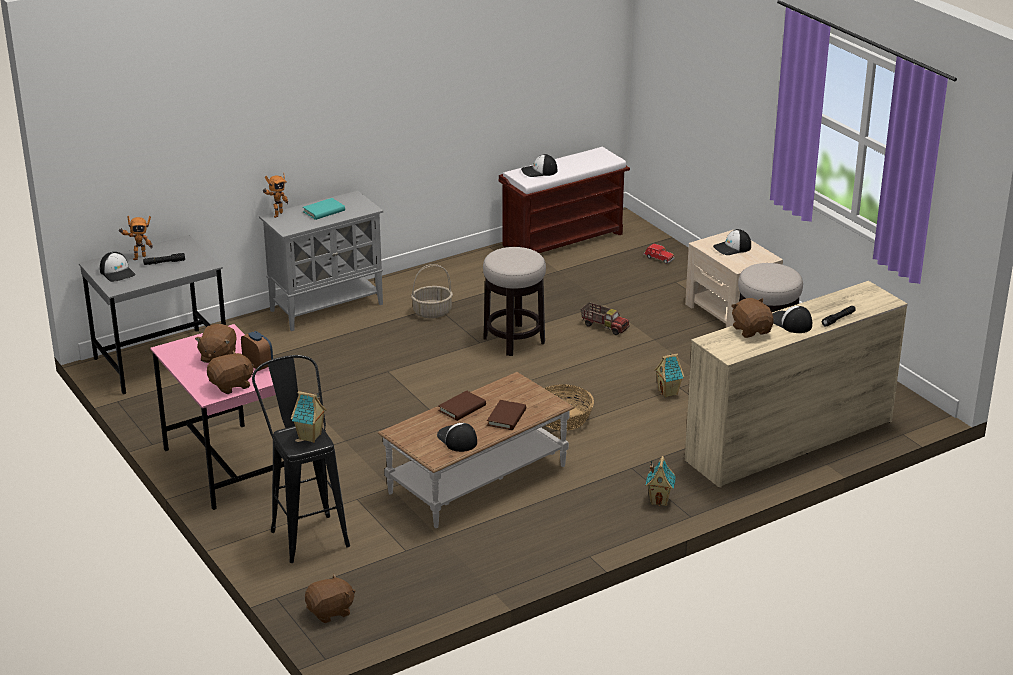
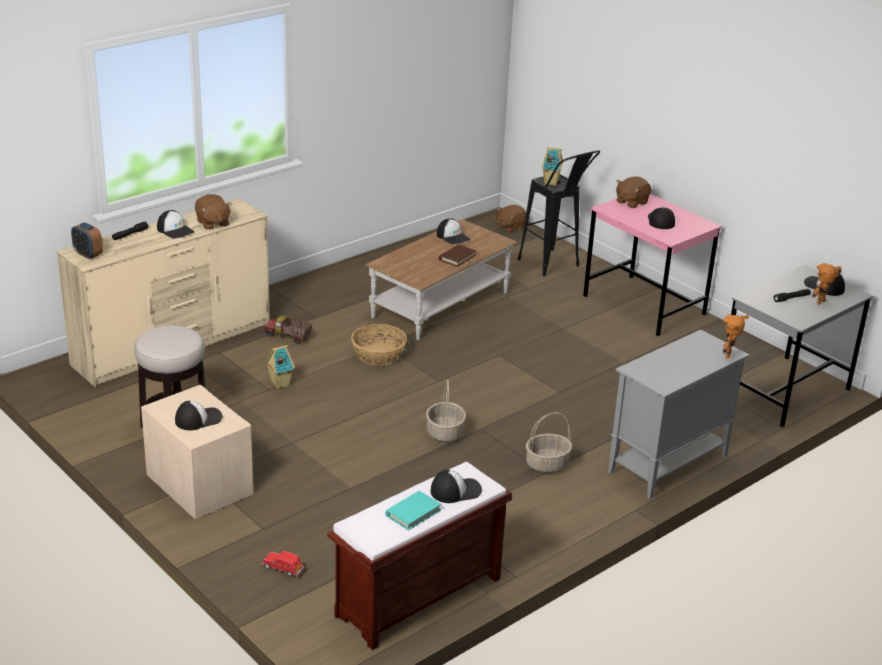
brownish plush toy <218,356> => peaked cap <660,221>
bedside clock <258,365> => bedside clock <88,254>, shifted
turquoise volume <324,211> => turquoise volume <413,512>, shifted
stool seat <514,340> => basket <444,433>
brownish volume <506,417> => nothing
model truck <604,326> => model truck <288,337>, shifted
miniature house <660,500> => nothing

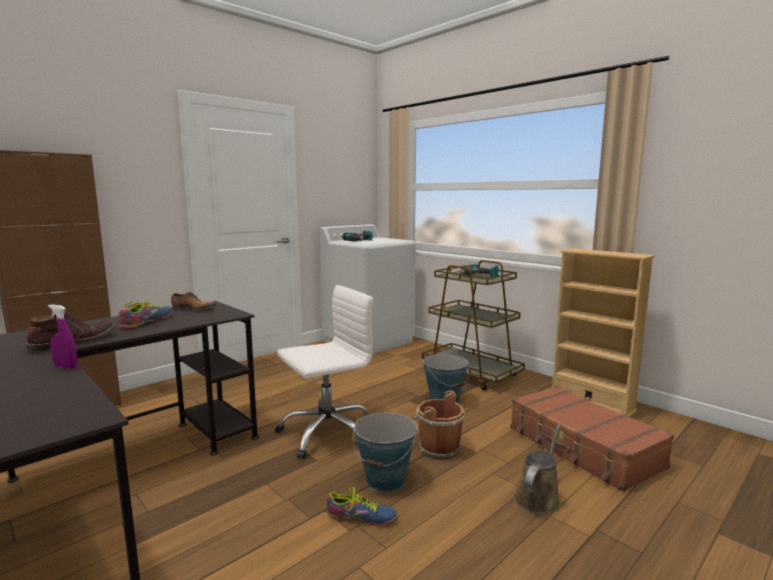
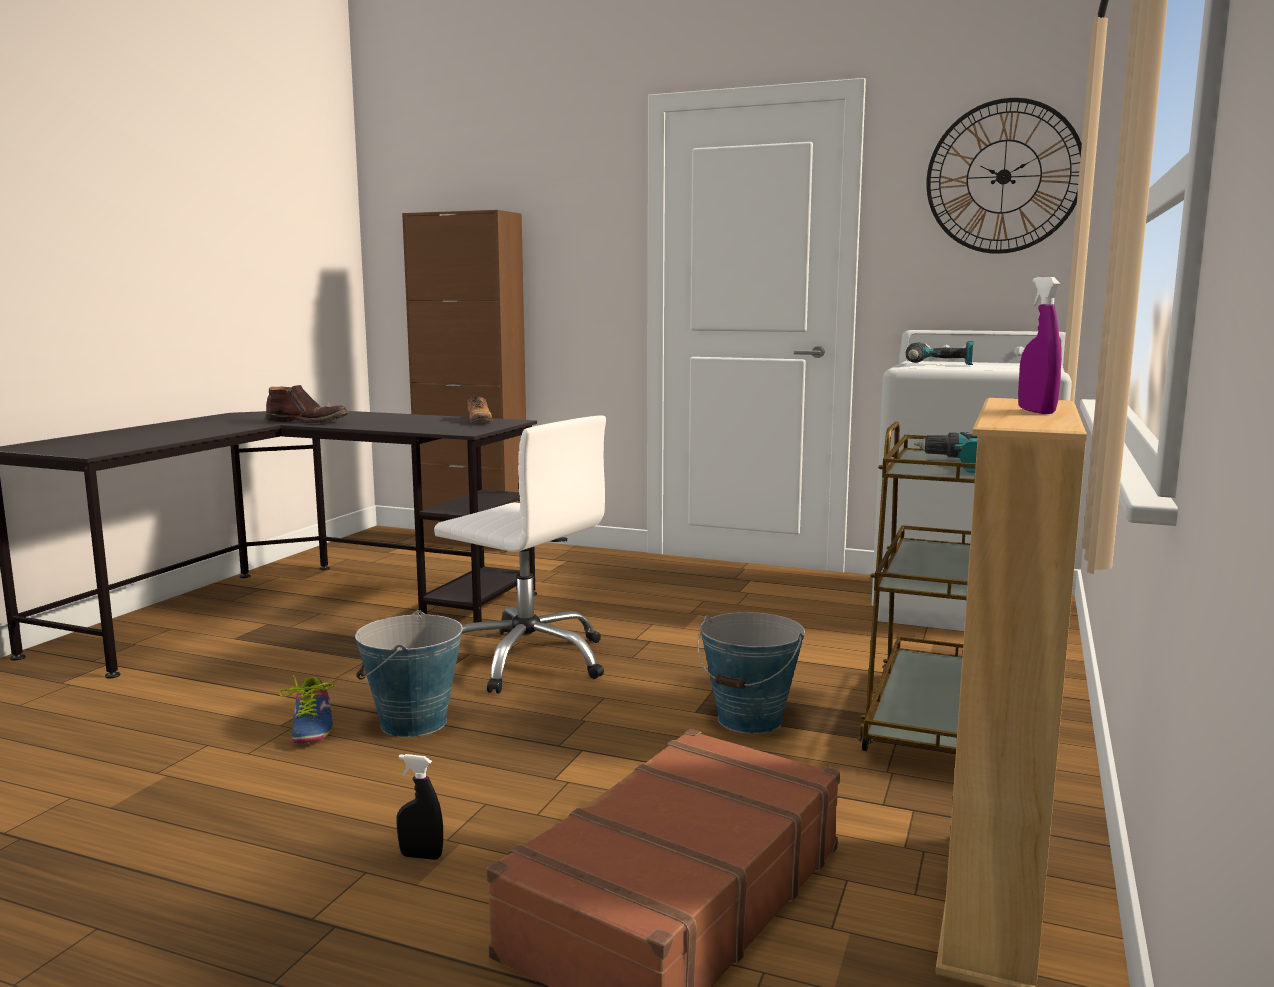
purplish spray bottle <65,367> => purplish spray bottle <1036,411>, shifted
low shoe <147,321> => nothing
brownish bucket <437,448> => nothing
brownish sprinkling can <538,497> => black-coloured spray bottle <421,856>
nothing => wall clock <1003,177>

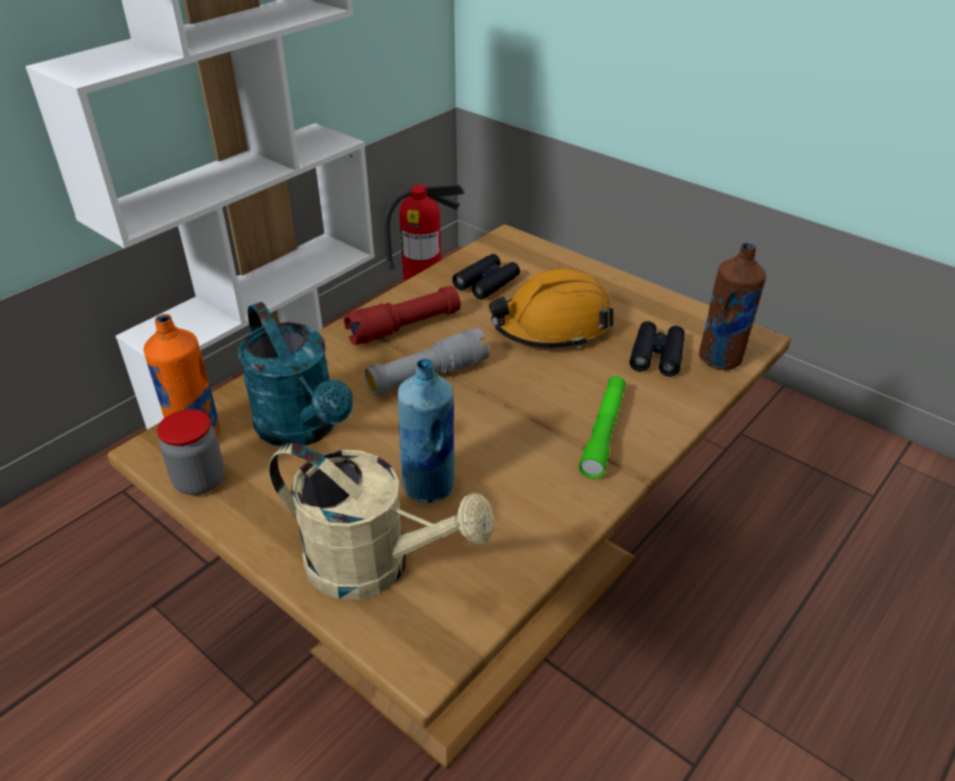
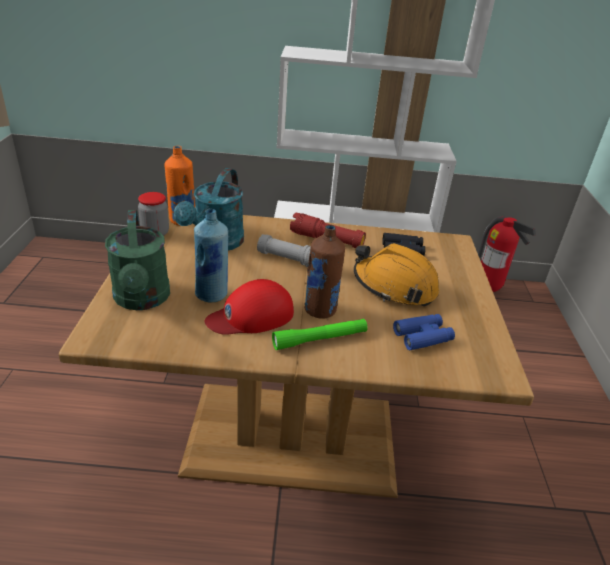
beige sprinkling can <375,565> => greenish sprinkling can <142,300>
black-coloured binoculars <657,355> => bluish binoculars <422,337>
brownish beverage bottle <721,359> => brownish beverage bottle <320,310>, shifted
nothing => reddish peaked cap <251,316>

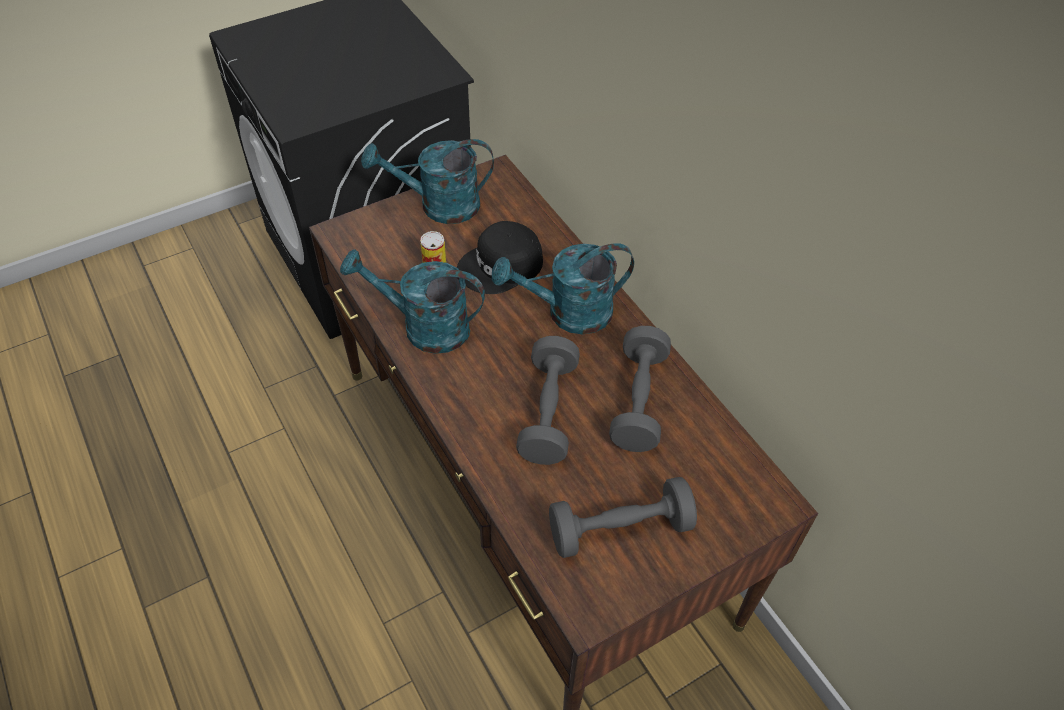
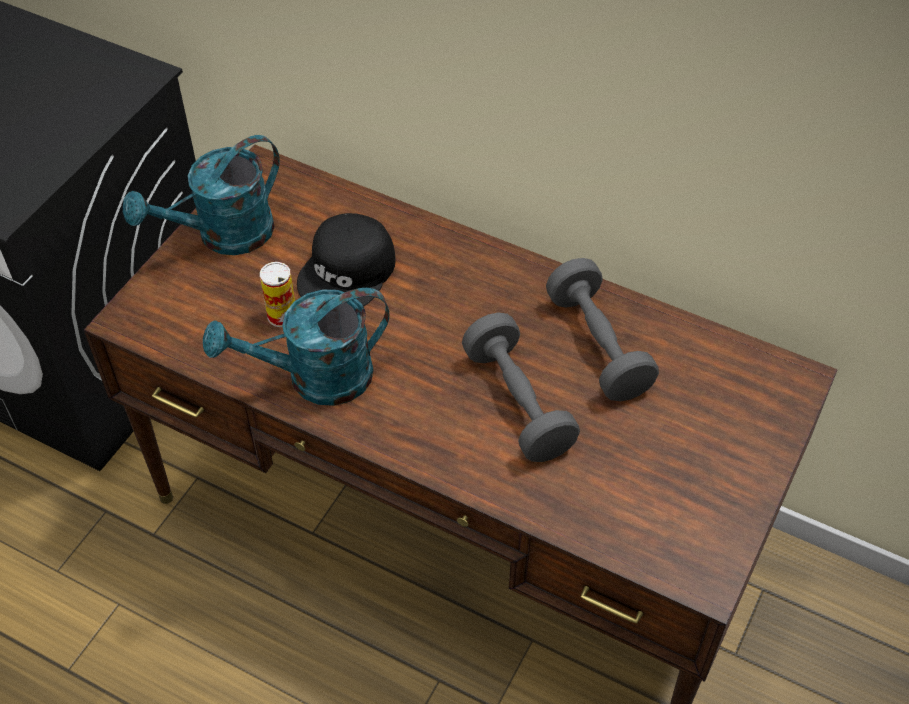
turquoise sprinkling can <568,313> => nothing
grey dumbbell <619,529> => nothing

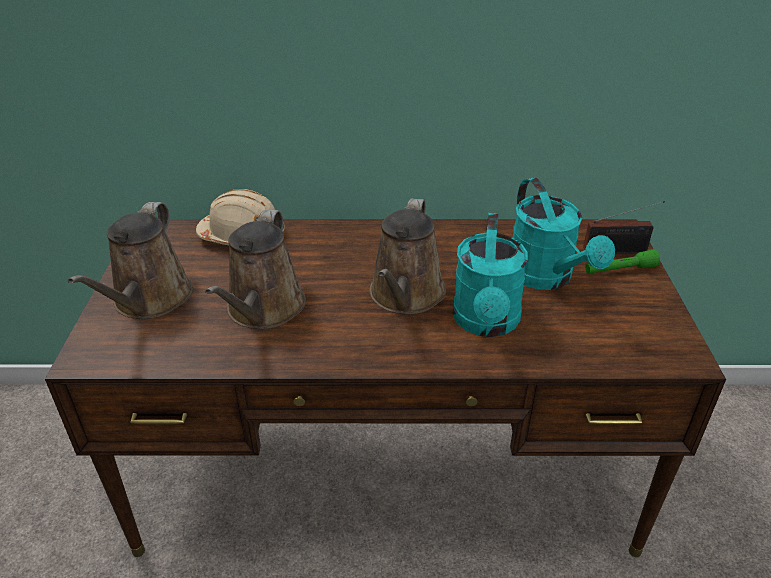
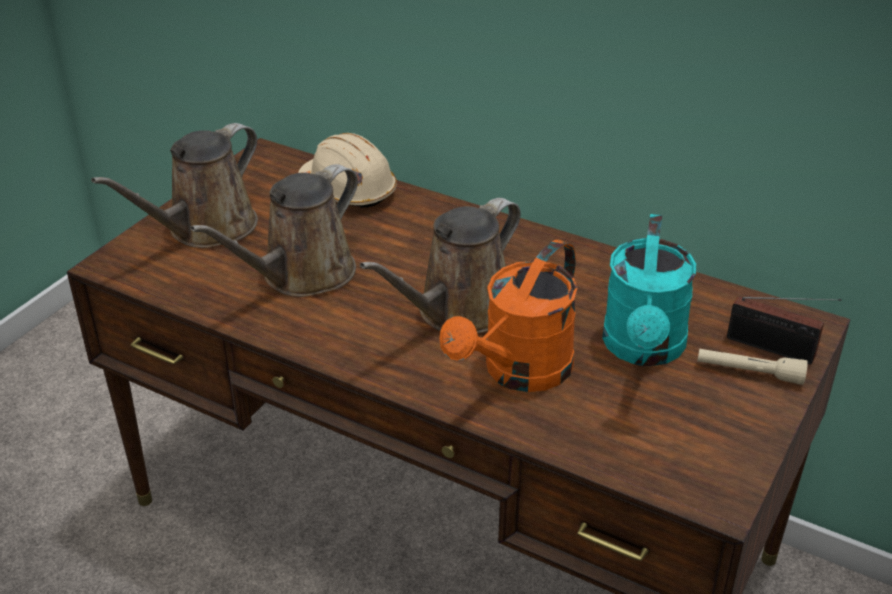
turquoise sprinkling can <486,323> => orangey sprinkling can <519,373>
greenish torch <619,270> => beige torch <749,373>

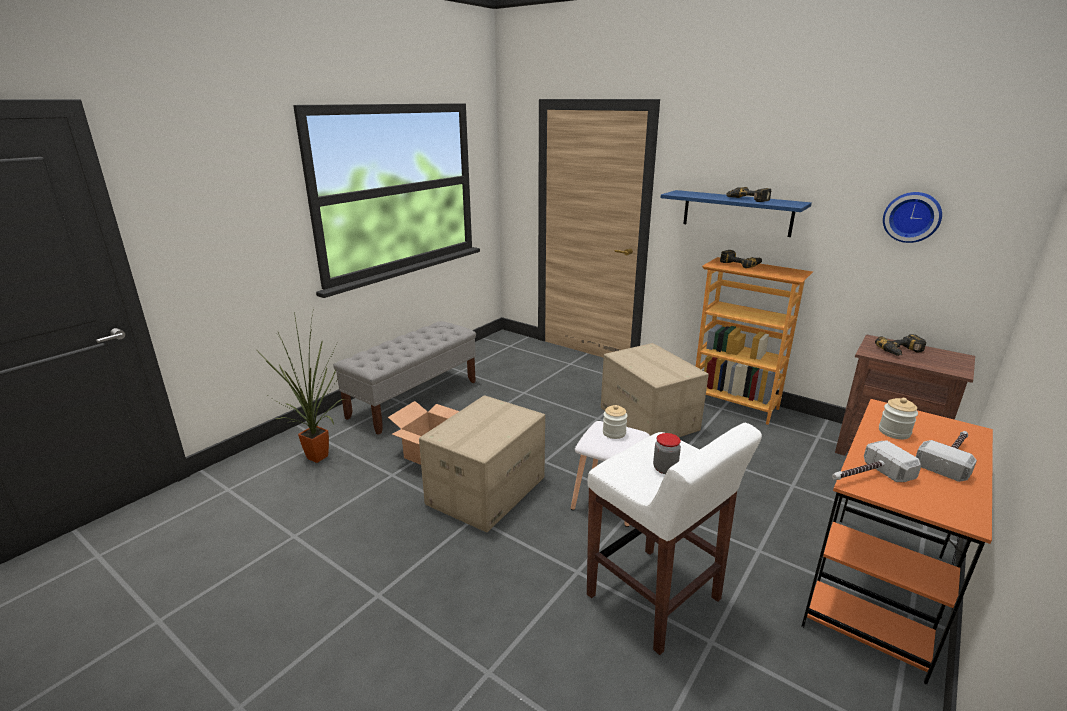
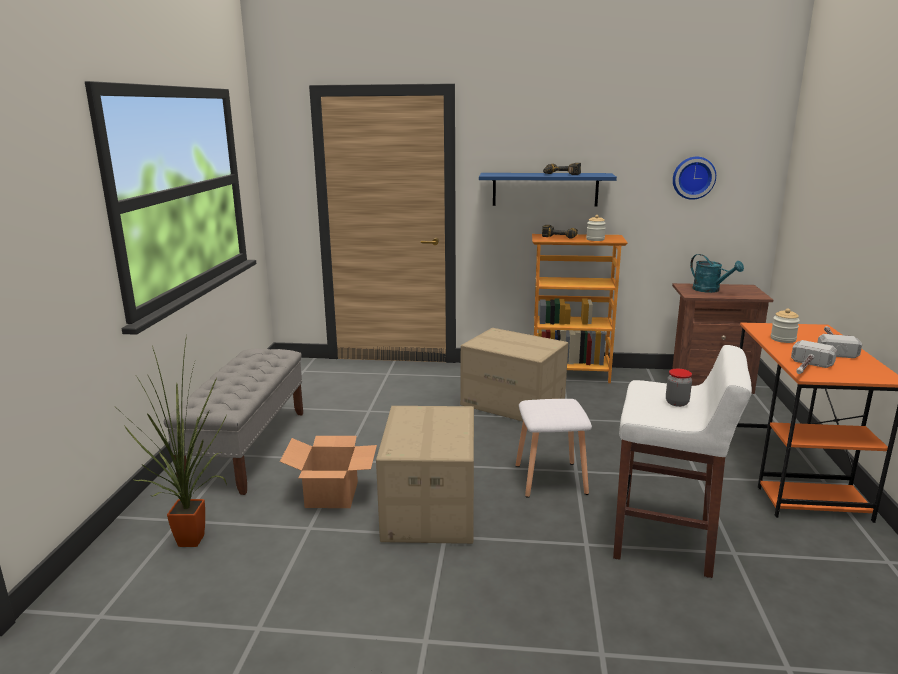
preserve jar <614,433> => preserve jar <595,239>, shifted
drill <902,352> => turquoise sprinkling can <710,290>

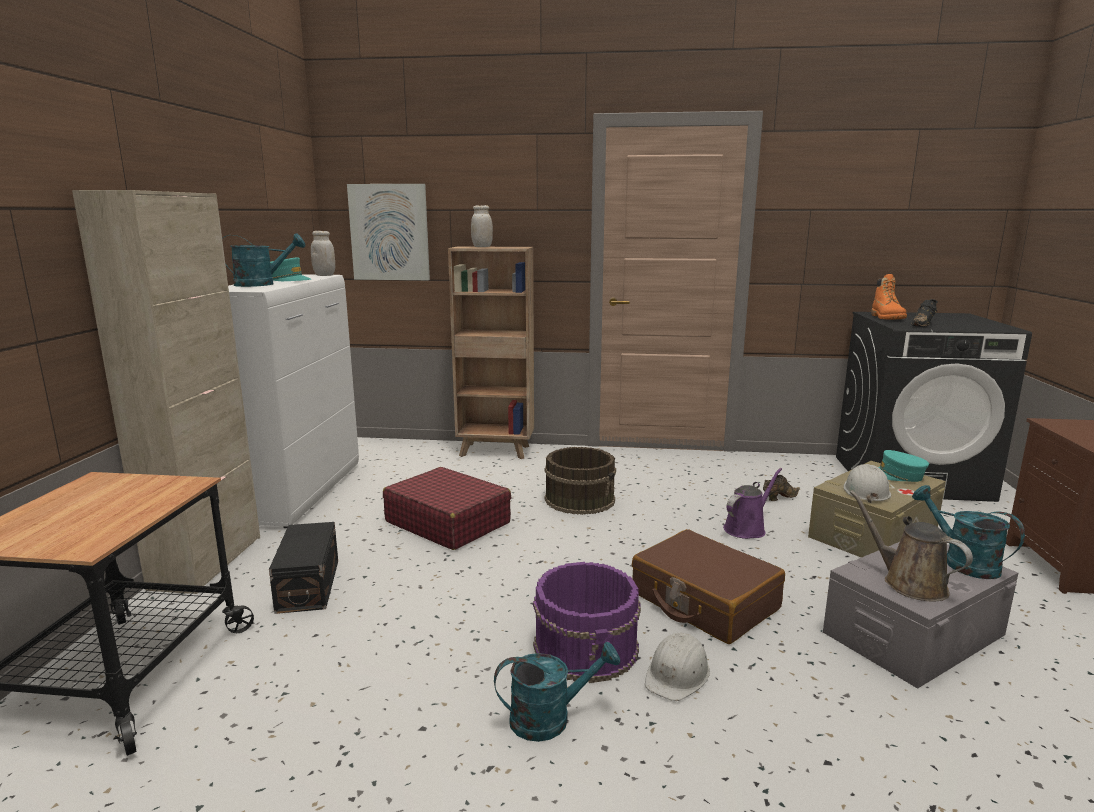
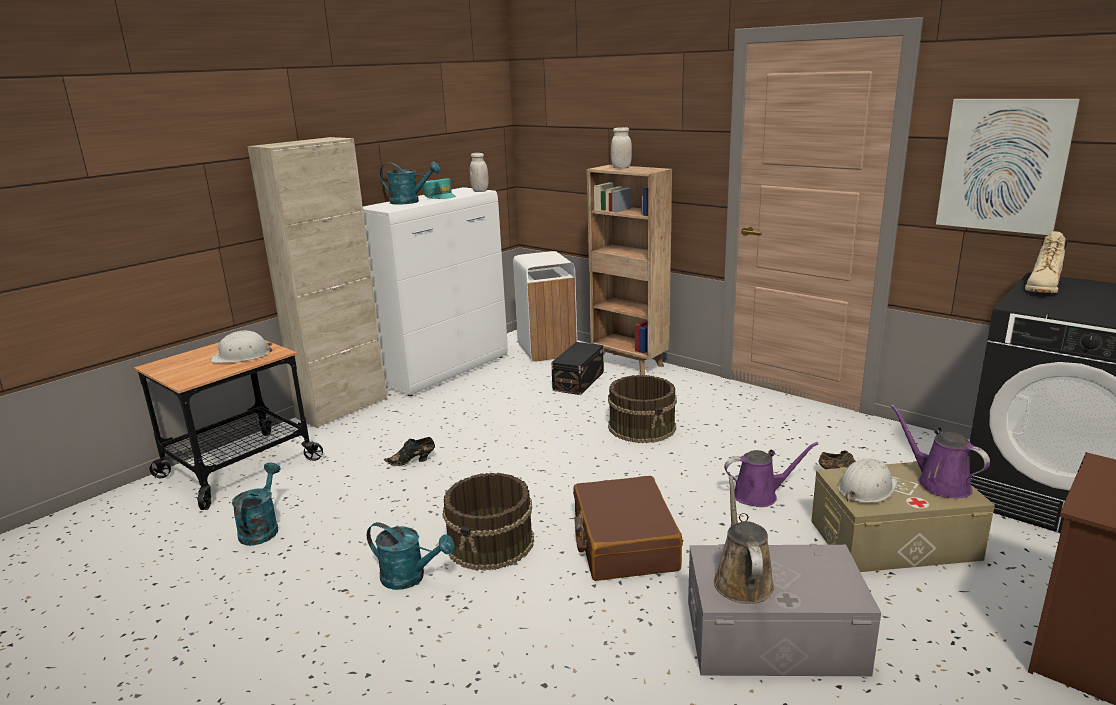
black-coloured storage box <310,584> => black-coloured storage box <580,381>, shifted
wall picture <389,232> => wall picture <1003,165>, shifted
reddish piece of luggage <447,522> => nothing
purplish bucket <587,647> => brownish bucket <491,543>
whitish work helmet <677,674> => whitish work helmet <241,356>, shifted
orangey high-top boot <887,318> => beige high-top boot <1043,288>
turquoise peaked cap <896,475> => purplish sprinkling can <939,483>
black-coloured low shoe <924,324> => black-coloured low shoe <412,461>, shifted
turquoise sprinkling can <962,562> => turquoise sprinkling can <261,528>, shifted
nothing => whitish rubbish bin <547,350>

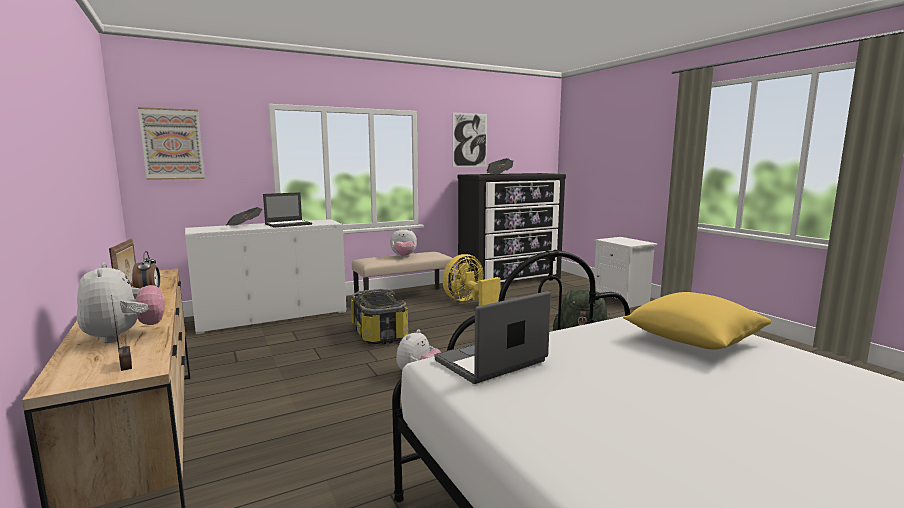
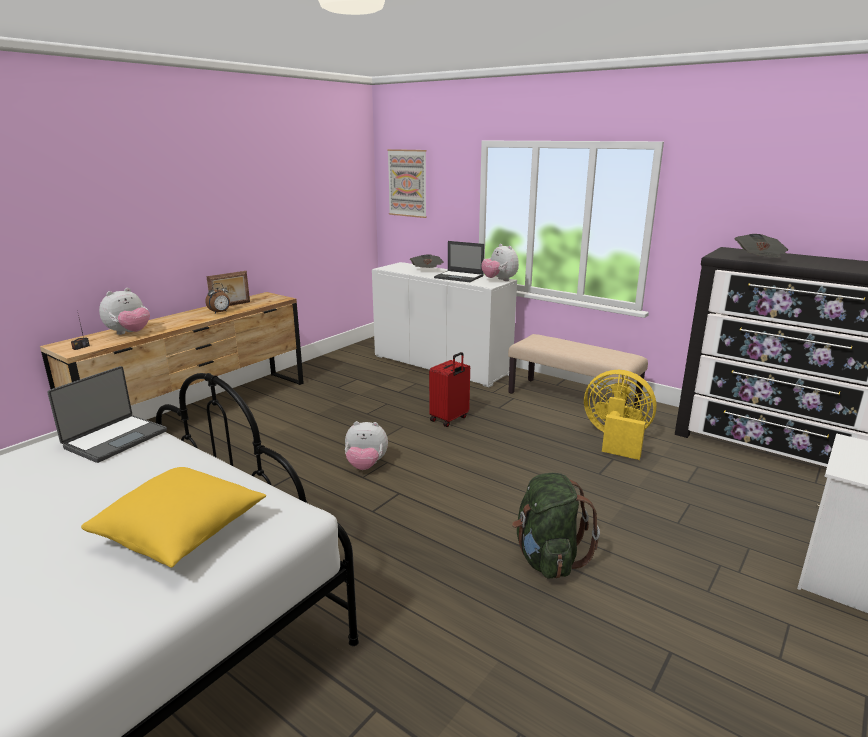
storage box <379,333> => reddish piece of luggage <449,419>
plush toy <403,257> => plush toy <499,280>, shifted
portable computer <492,362> => portable computer <115,439>, 90 degrees clockwise
wall picture <470,140> => nothing

